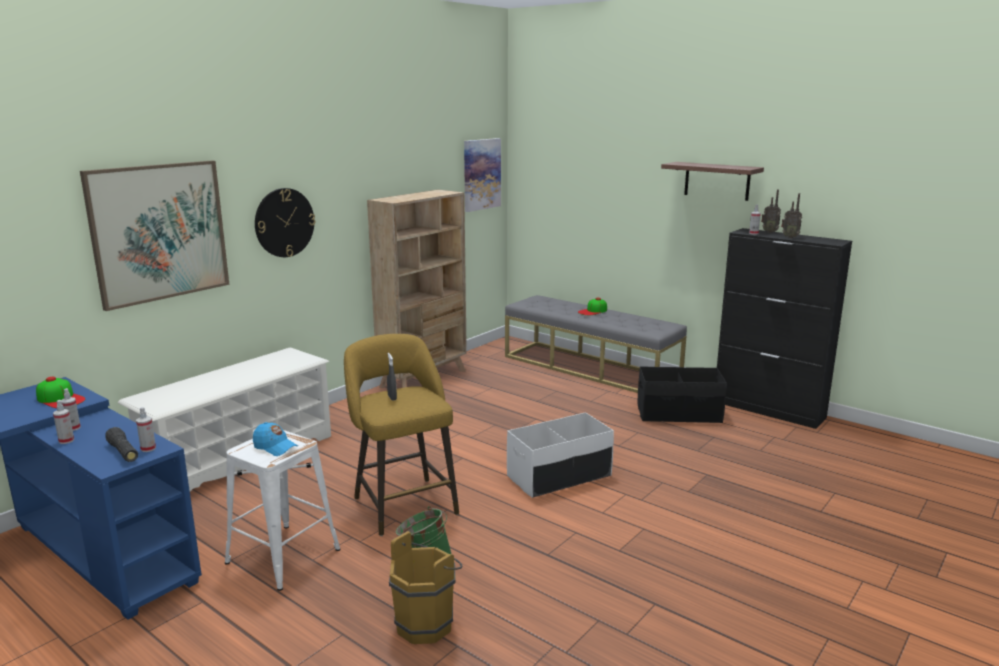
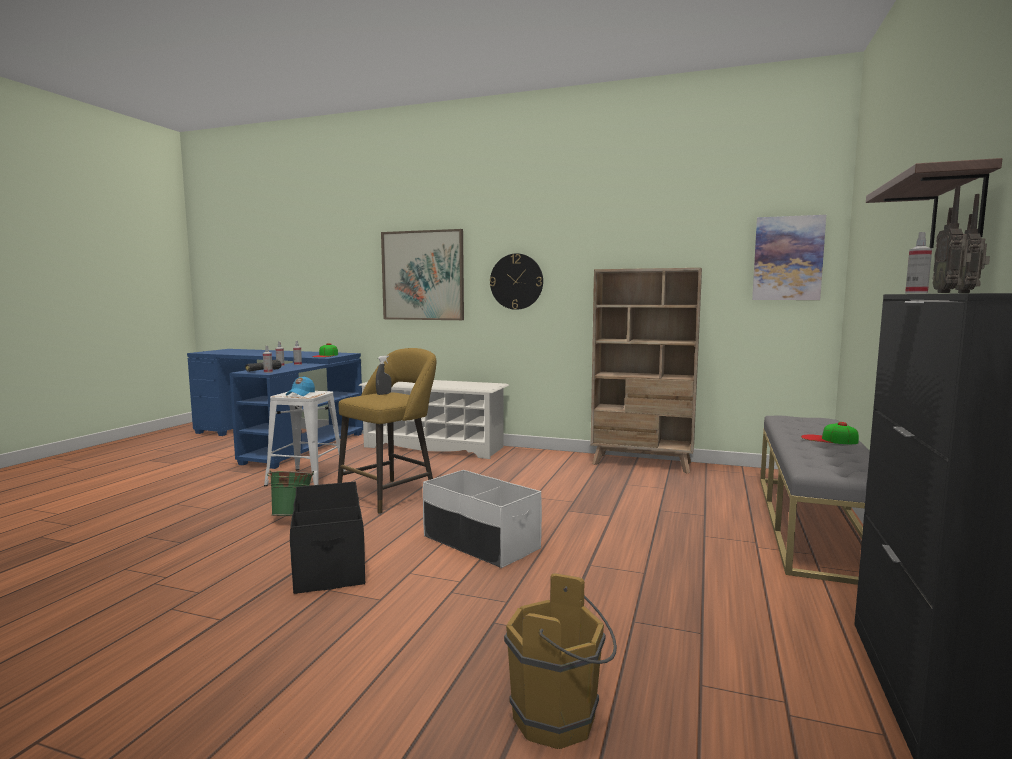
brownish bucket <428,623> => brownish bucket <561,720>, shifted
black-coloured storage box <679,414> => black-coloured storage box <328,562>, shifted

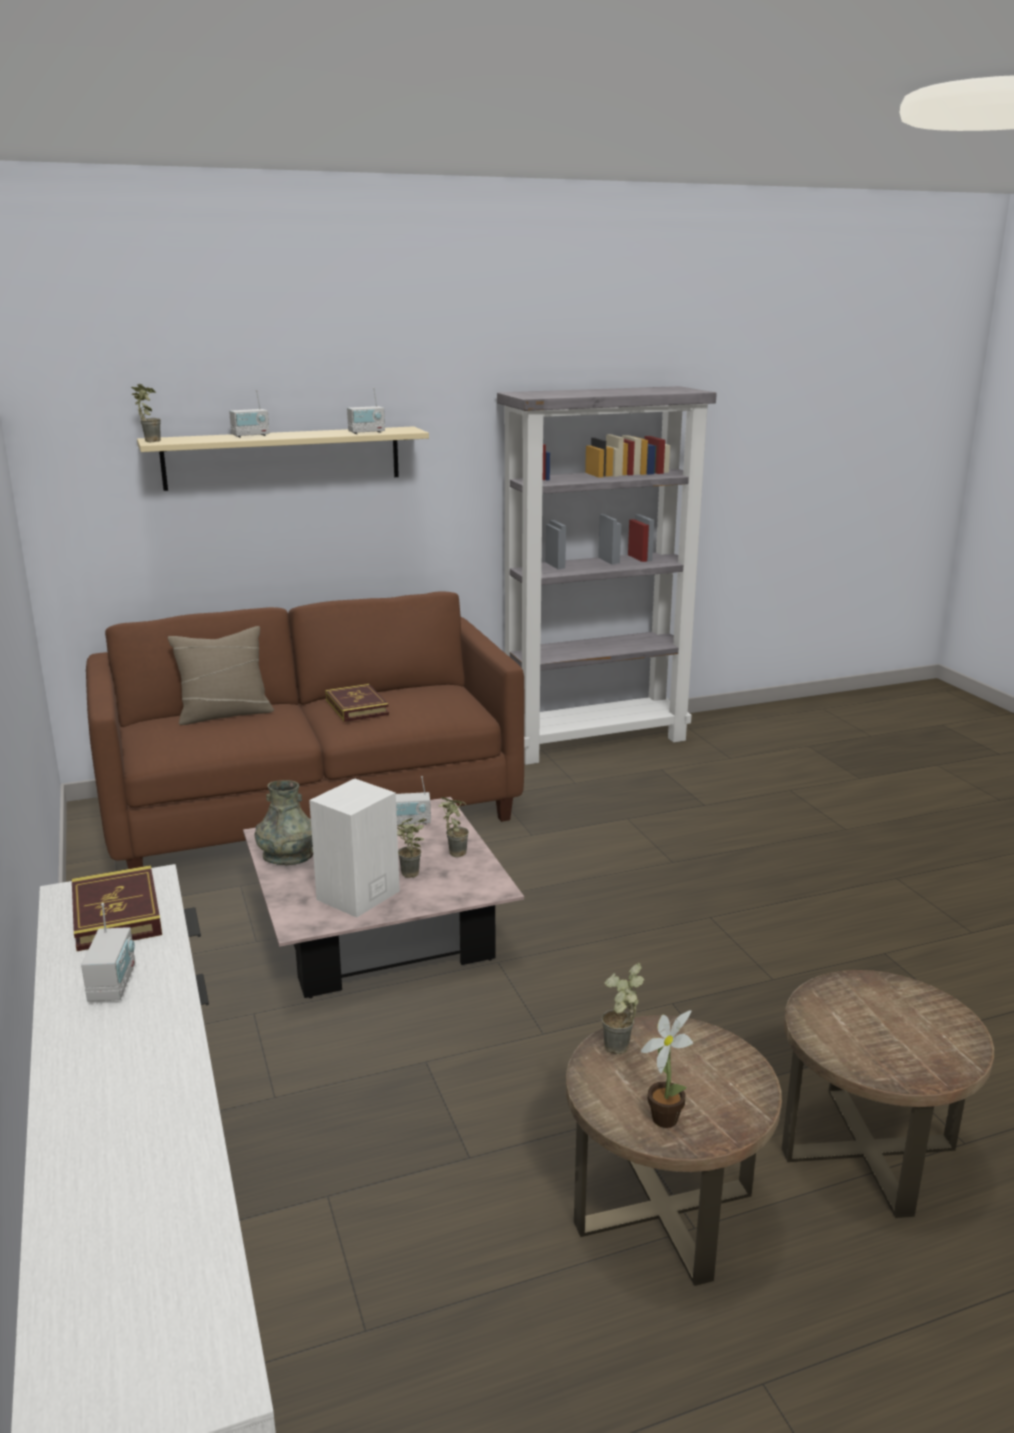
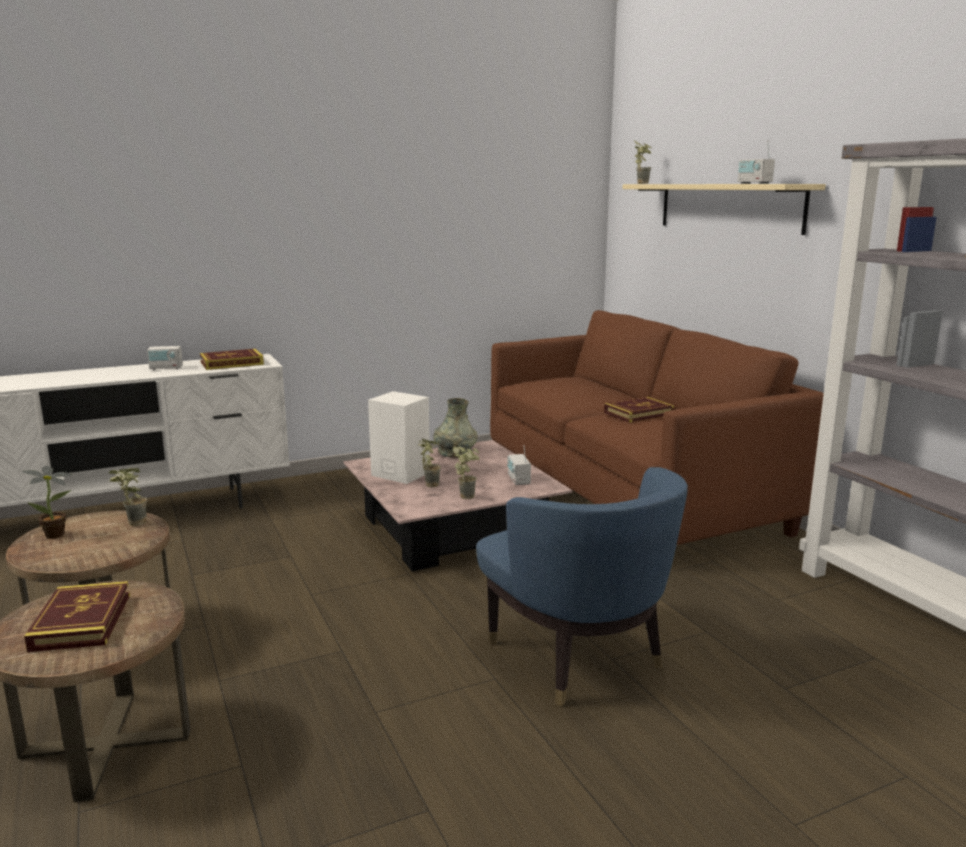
beige throw pillow <225,714> => nothing
radio <251,436> => nothing
nothing => volume <81,622>
nothing => bluish lounge chair <576,656>

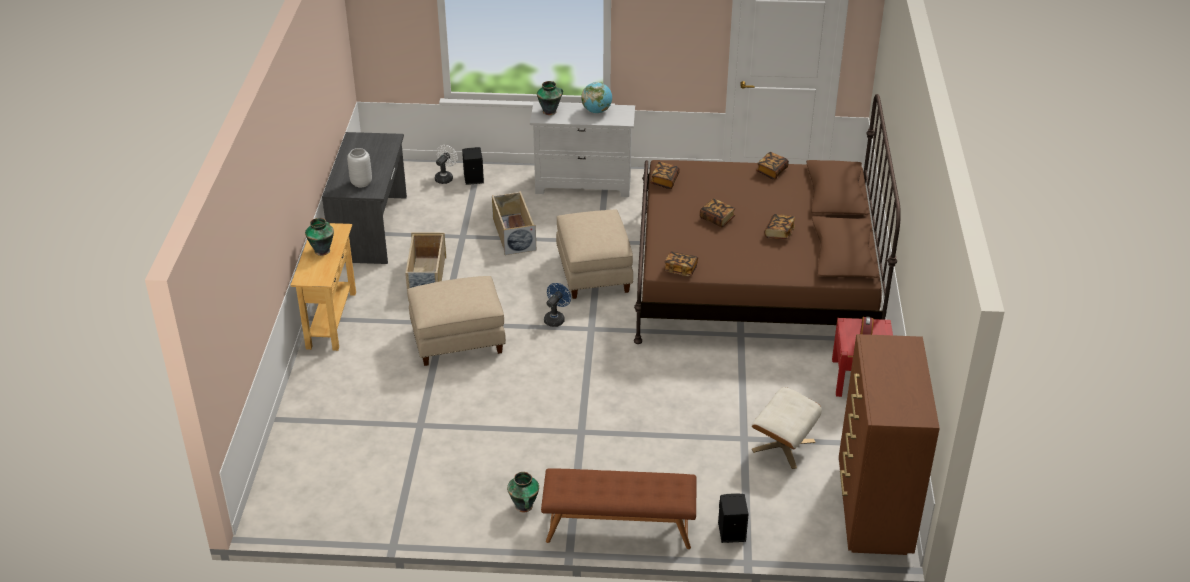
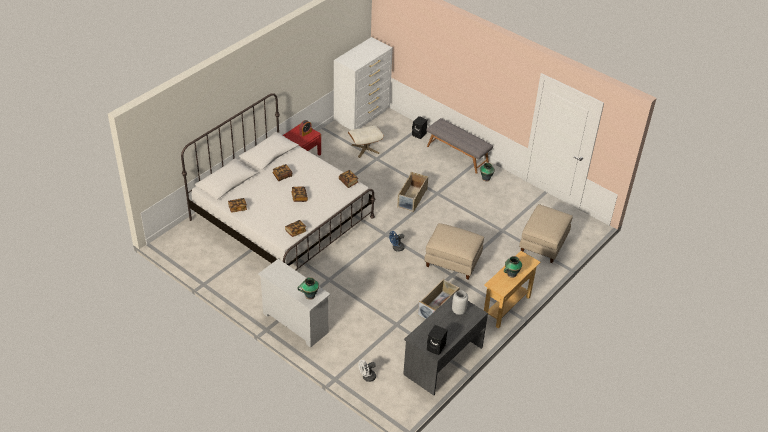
black-coloured speaker <472,178> => black-coloured speaker <436,347>, shifted
beige storage box <513,234> => beige storage box <412,198>, shifted
brownish indoor bench <618,528> => grey indoor bench <457,154>
beige pouffe <593,273> => beige pouffe <544,244>, shifted
globe <596,111> => nothing
brownish bed <754,277> => whitish bed <281,218>
brownish dresser <872,511> => whitish dresser <362,116>

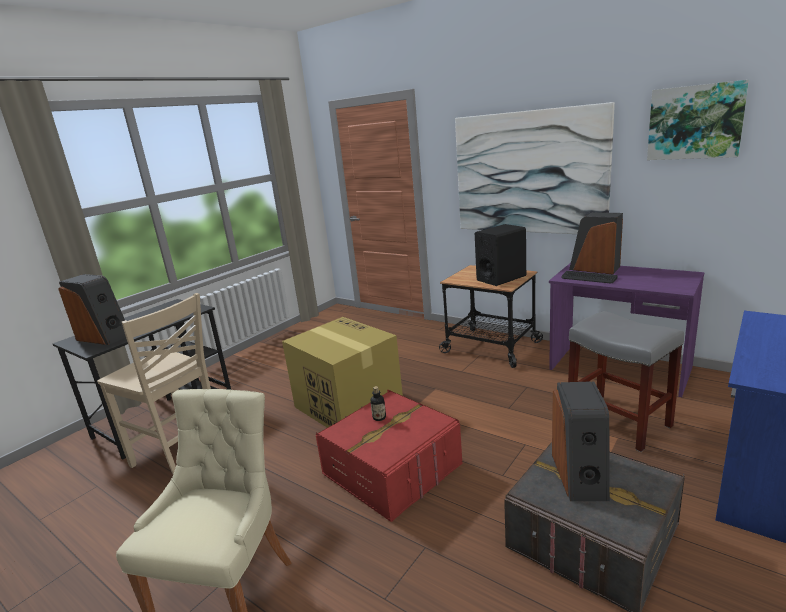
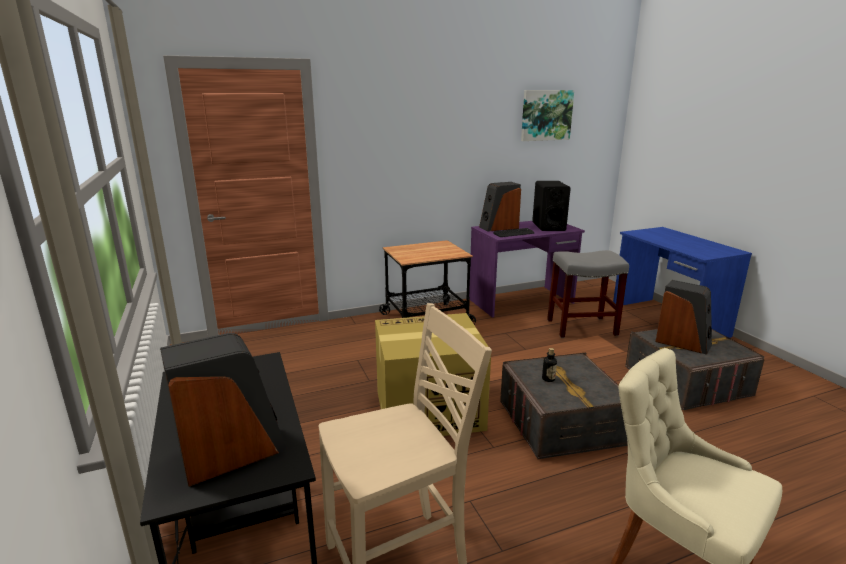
reddish storage box <392,470> => grey storage box <561,422>
wall picture <528,173> => nothing
black-coloured speaker <501,278> => black-coloured speaker <548,226>, shifted

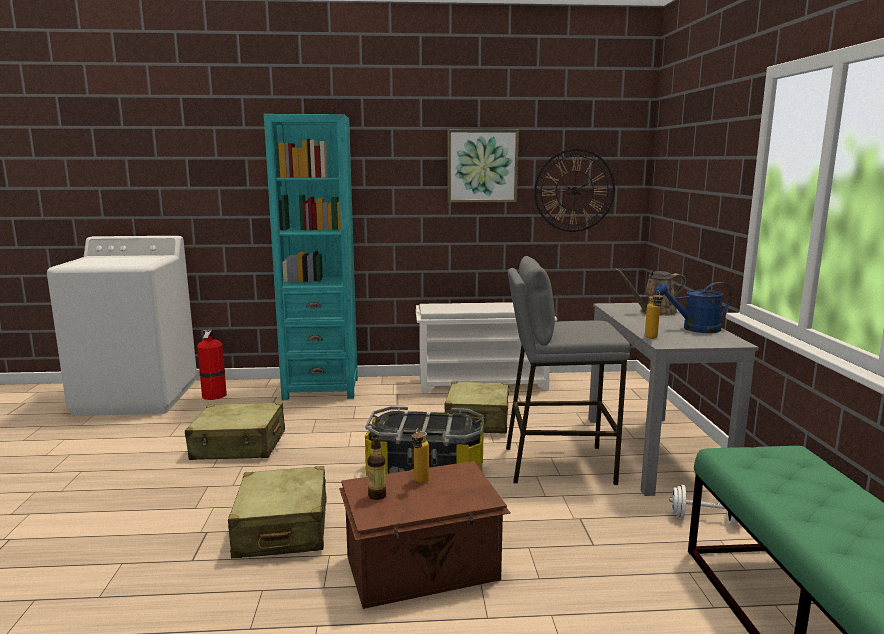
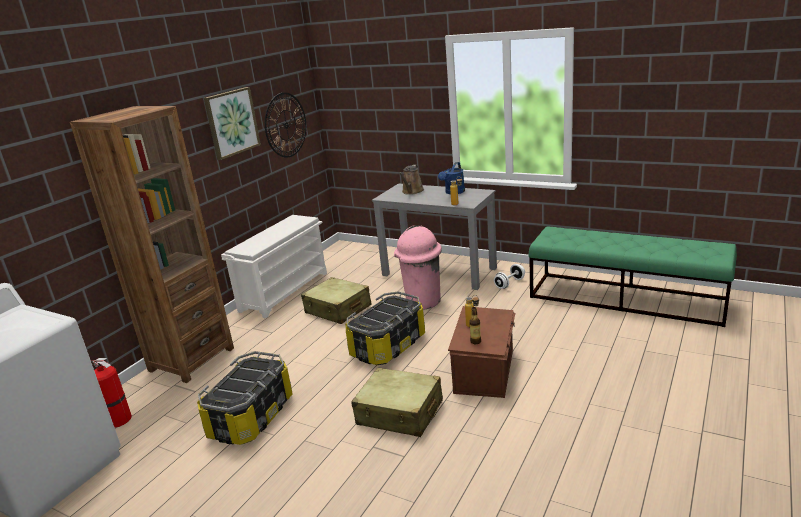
beige piece of luggage <239,445> => storage box <251,417>
turquoise bookshelf <321,389> => brownish bookshelf <191,359>
grey stool seat <557,464> => pinkish rubbish bin <422,301>

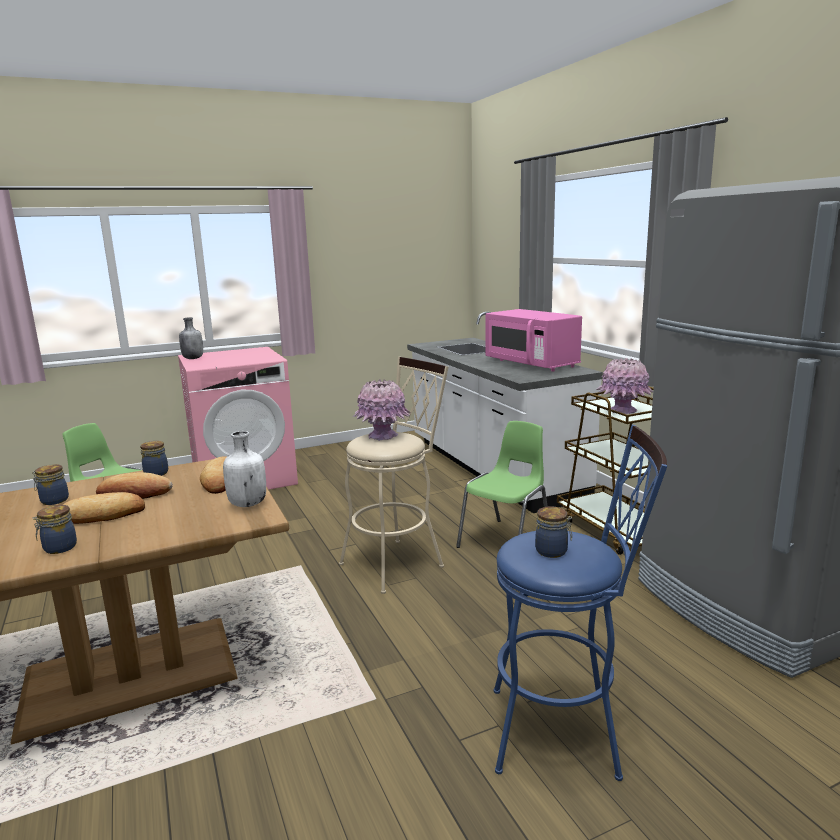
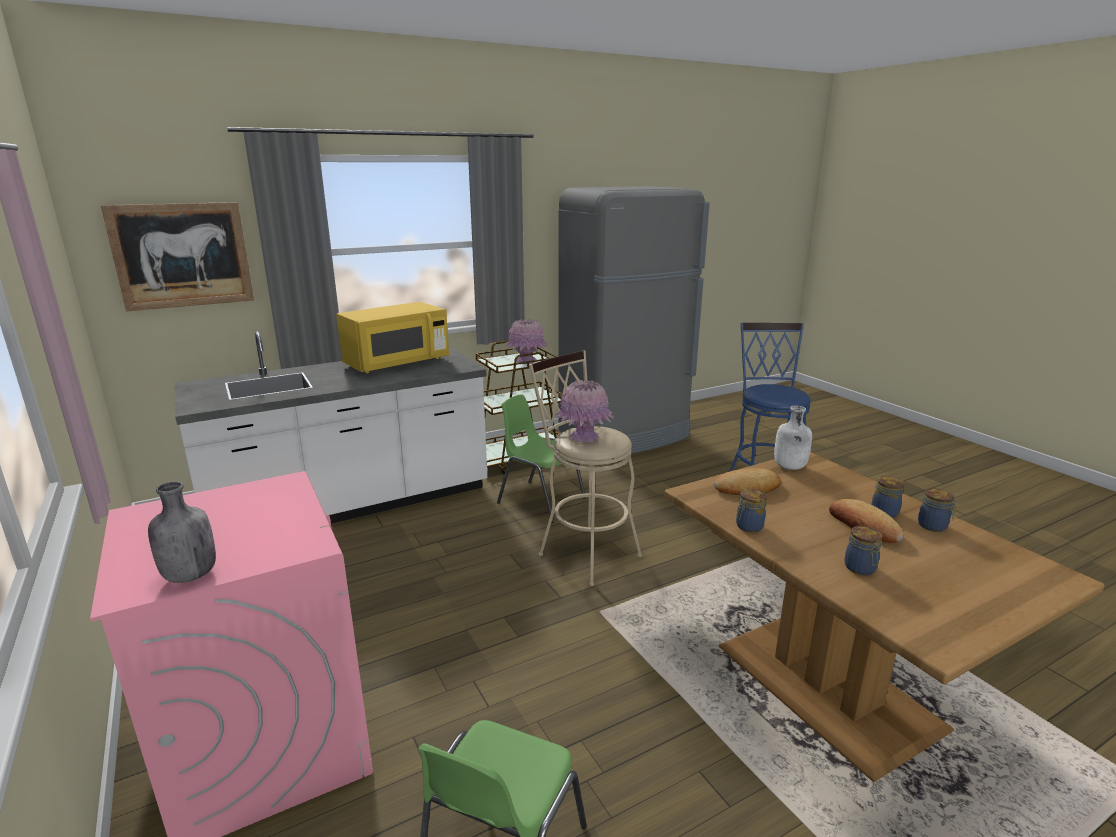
bread <134,493> => nothing
pinkish microwave oven <531,364> => yellowish microwave oven <396,363>
preserve jar <553,551> => preserve jar <884,511>, shifted
nothing => wall picture <182,255>

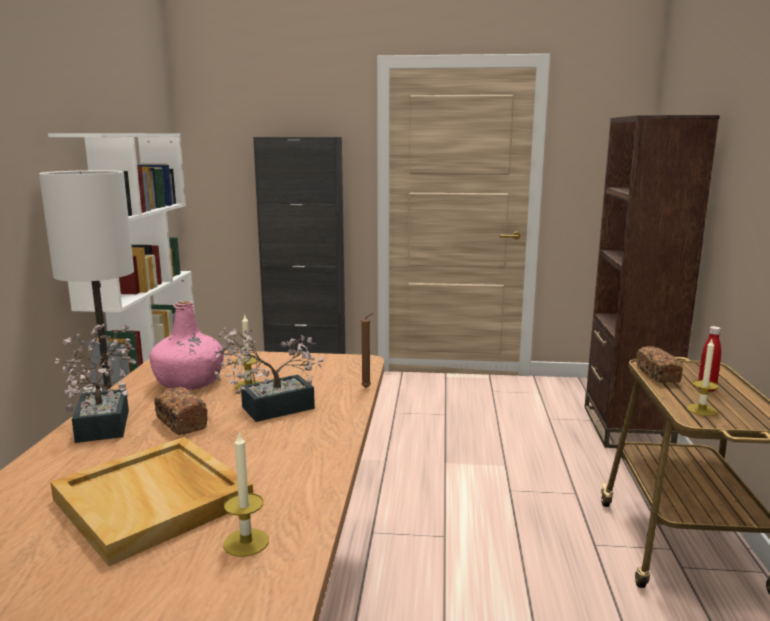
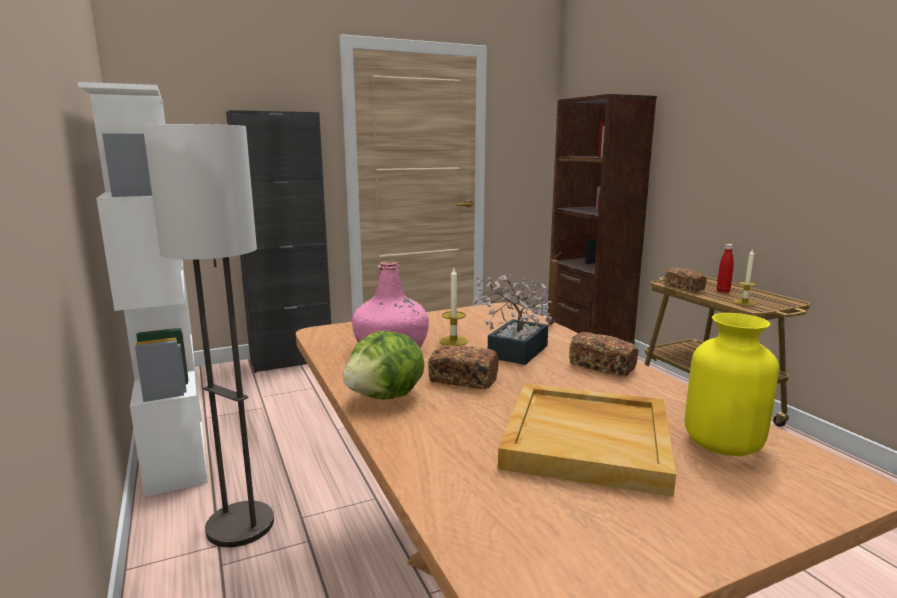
potted plant <105,421> => lettuce <386,397>
candle <246,542> => yellowish vase <723,443>
nothing => bread <602,366>

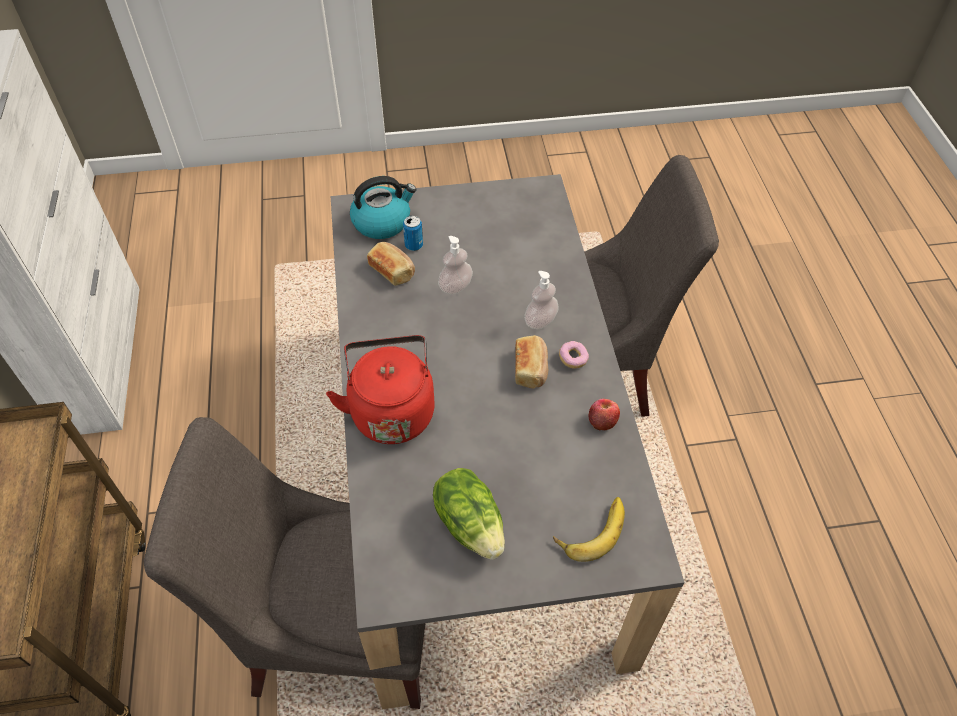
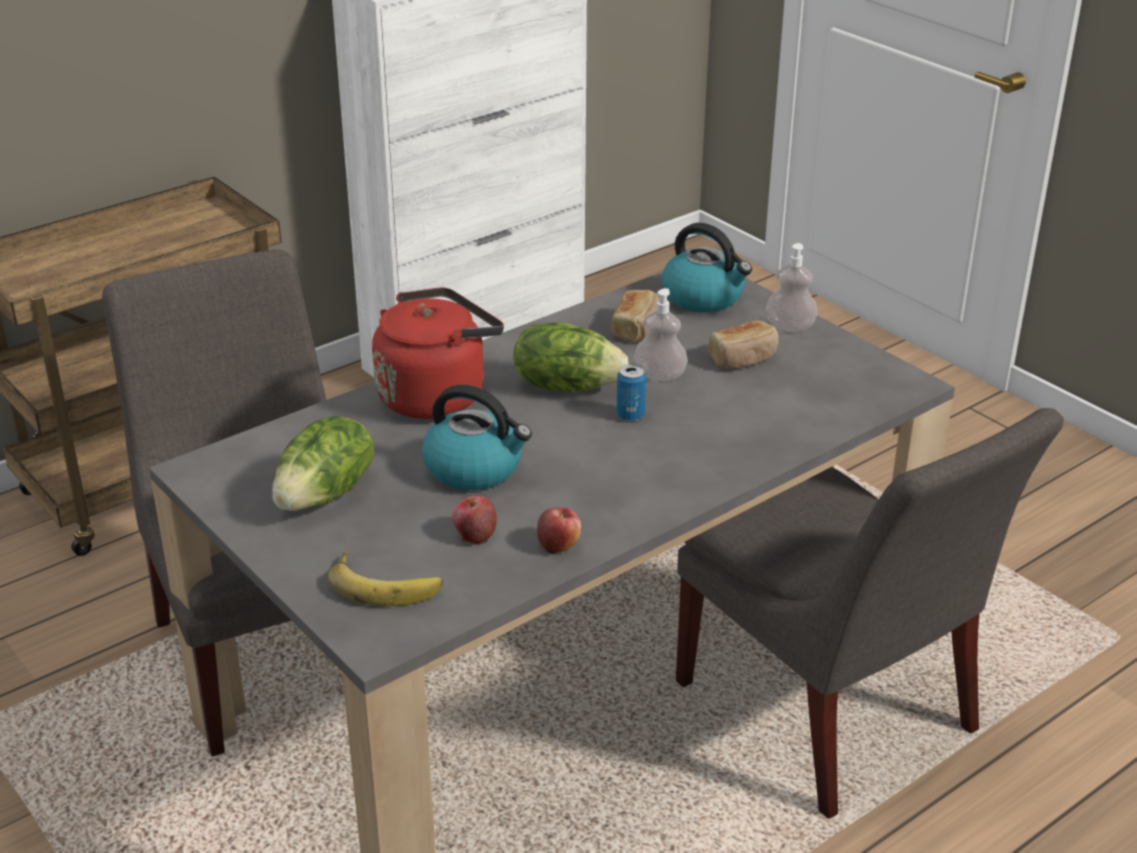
metal can <414,245> => metal can <630,415>, shifted
bread <531,368> => bread <743,358>, shifted
liquid soap bottle <540,321> => liquid soap bottle <790,327>, shifted
donut <573,359> => nothing
nothing => kettle <475,468>
nothing => whole apple <475,534>
nothing => lettuce <566,385>

